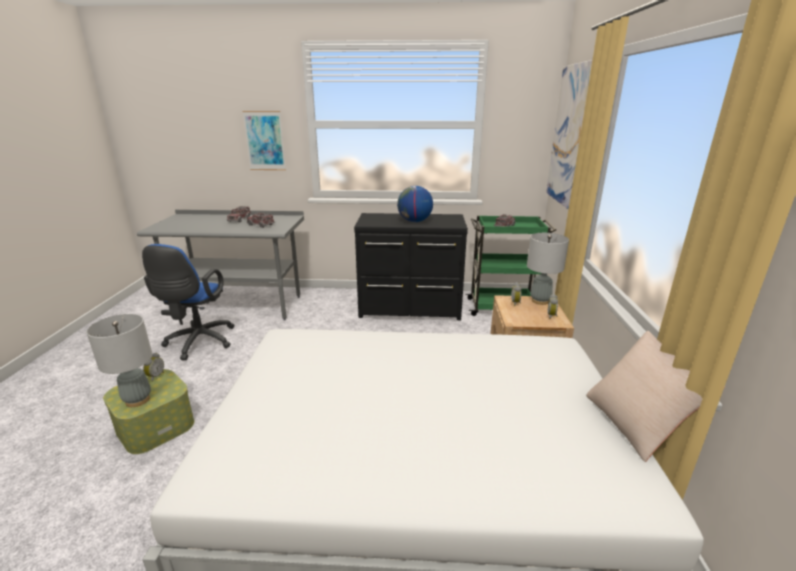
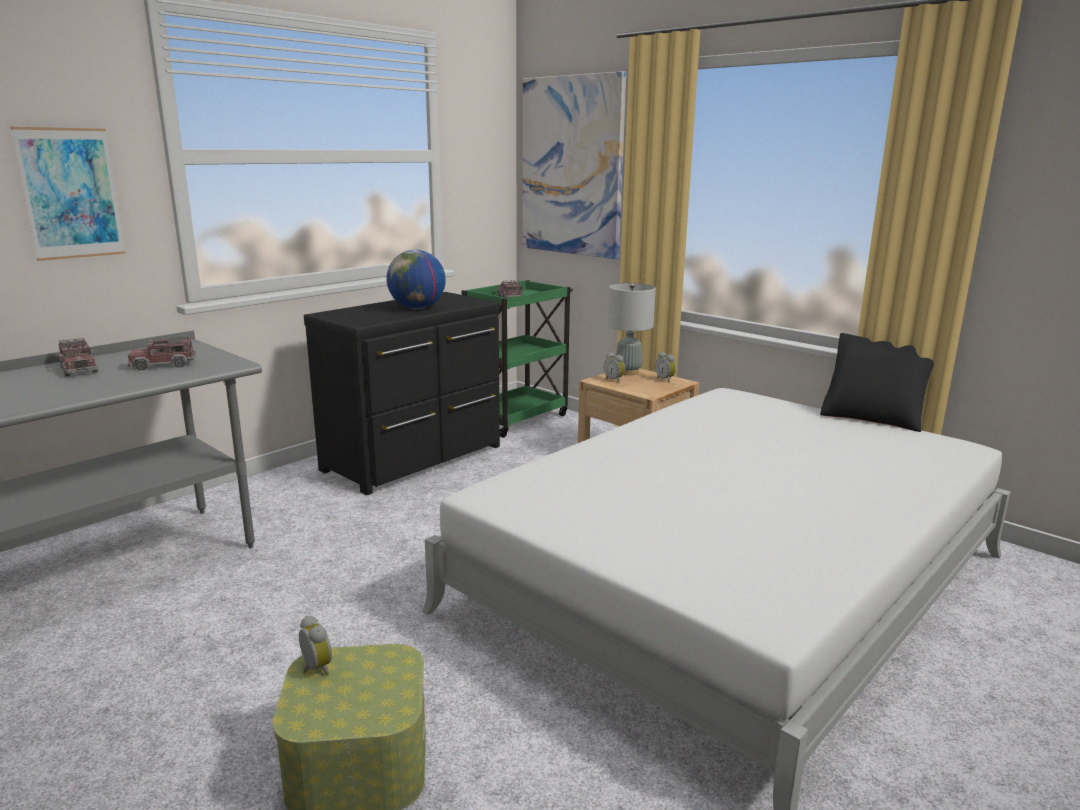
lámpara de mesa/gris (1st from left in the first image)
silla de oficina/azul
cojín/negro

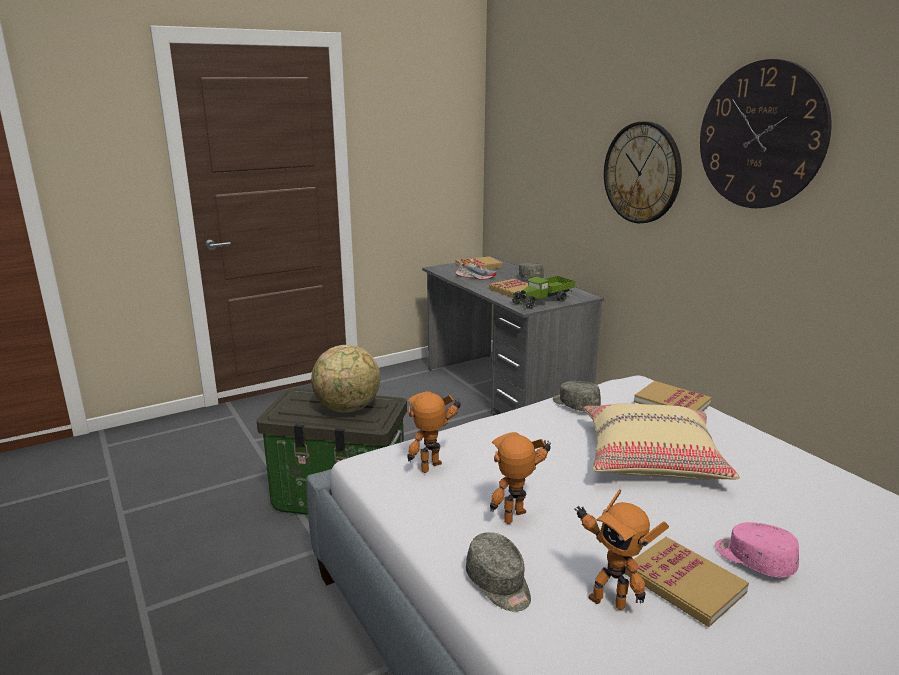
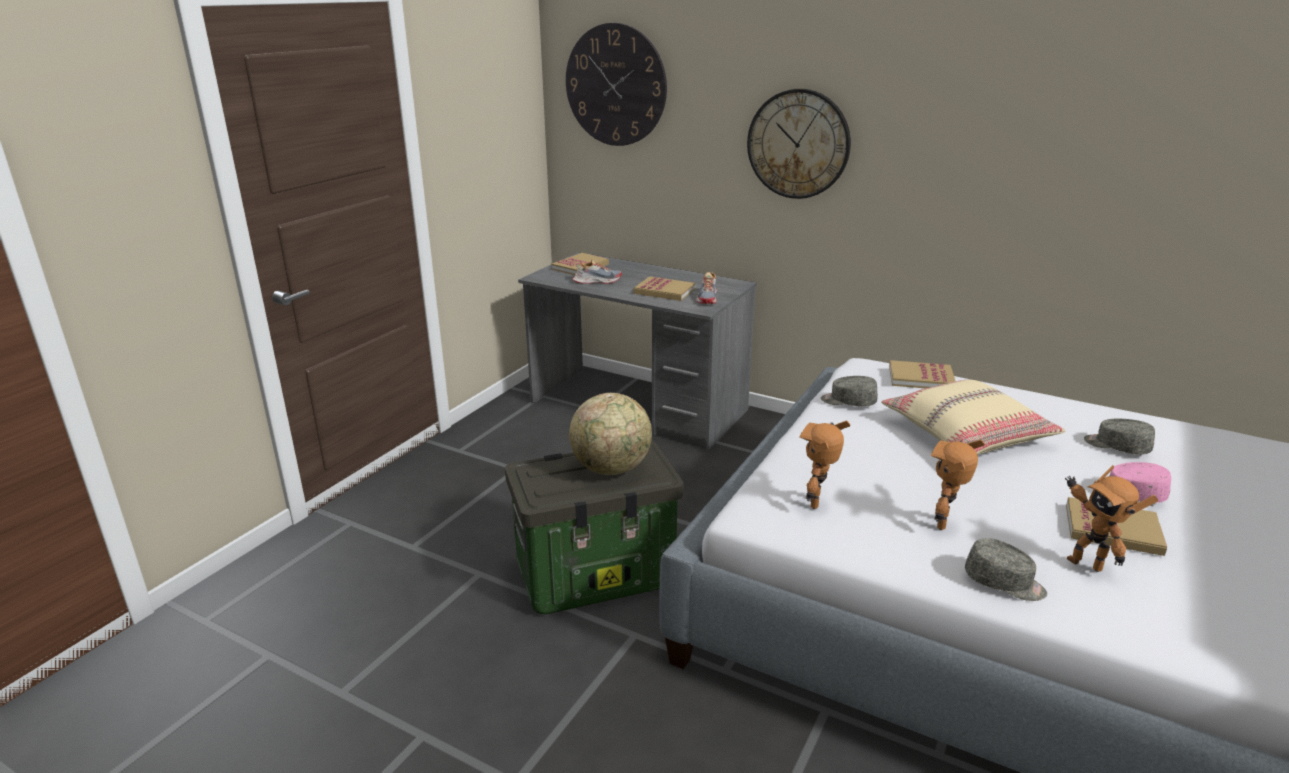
gorra/gris (3rd from left)
reloj de pared (1st from left)
zapato (2nd from left)
robot de juguete (3rd from left)

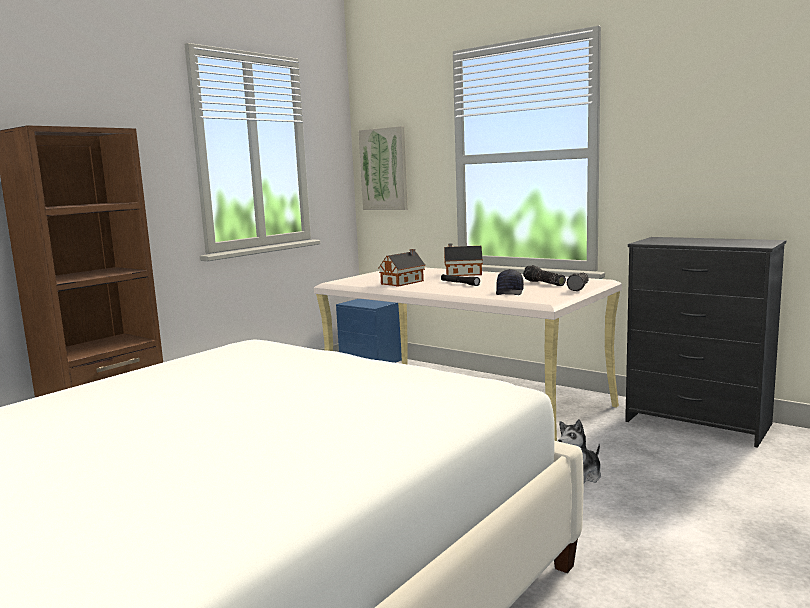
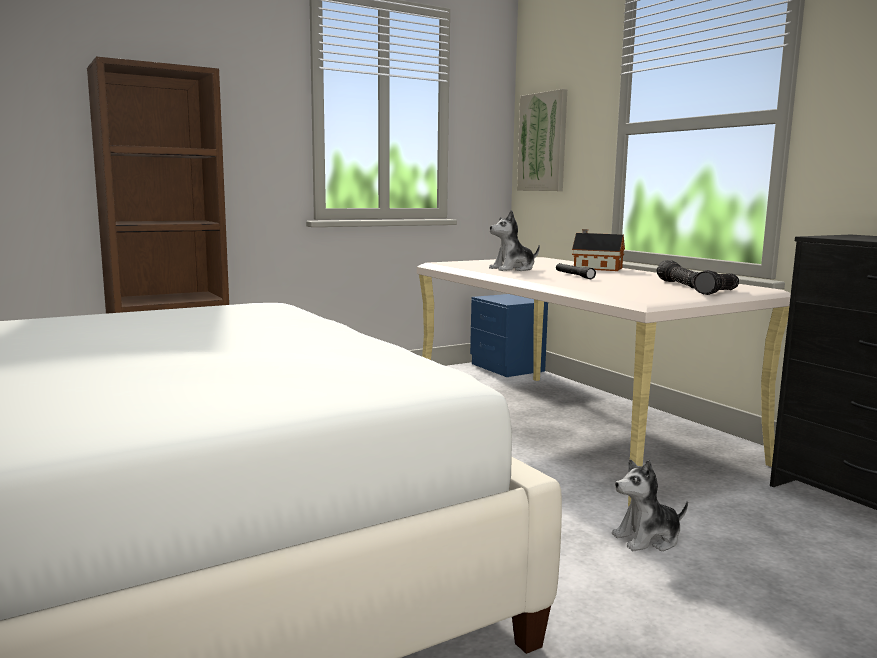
gorra/negro
peluche (1st from left)

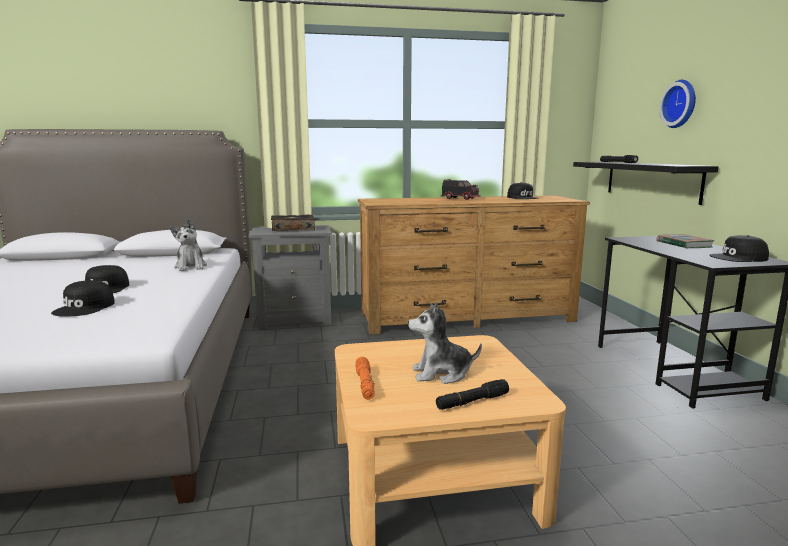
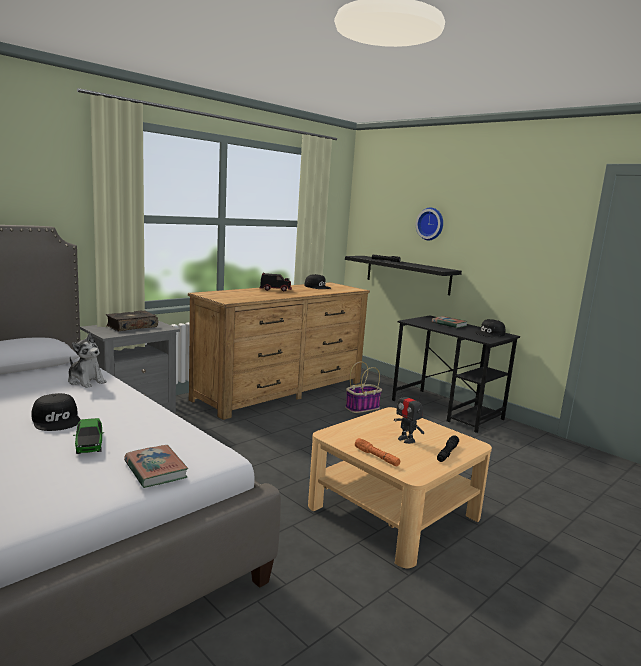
libro (2nd from left)
cesta
coche de juguete
robot de juguete

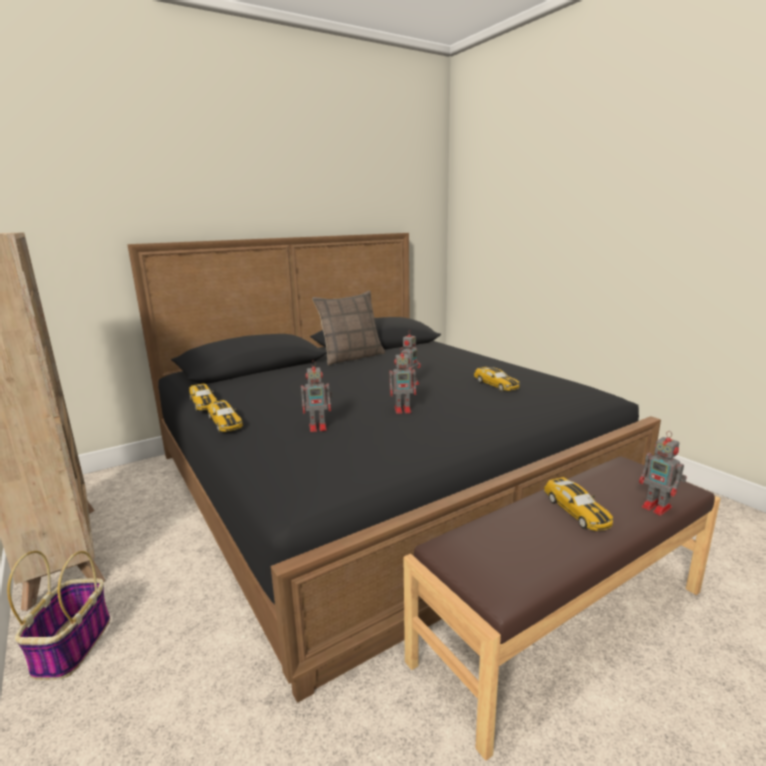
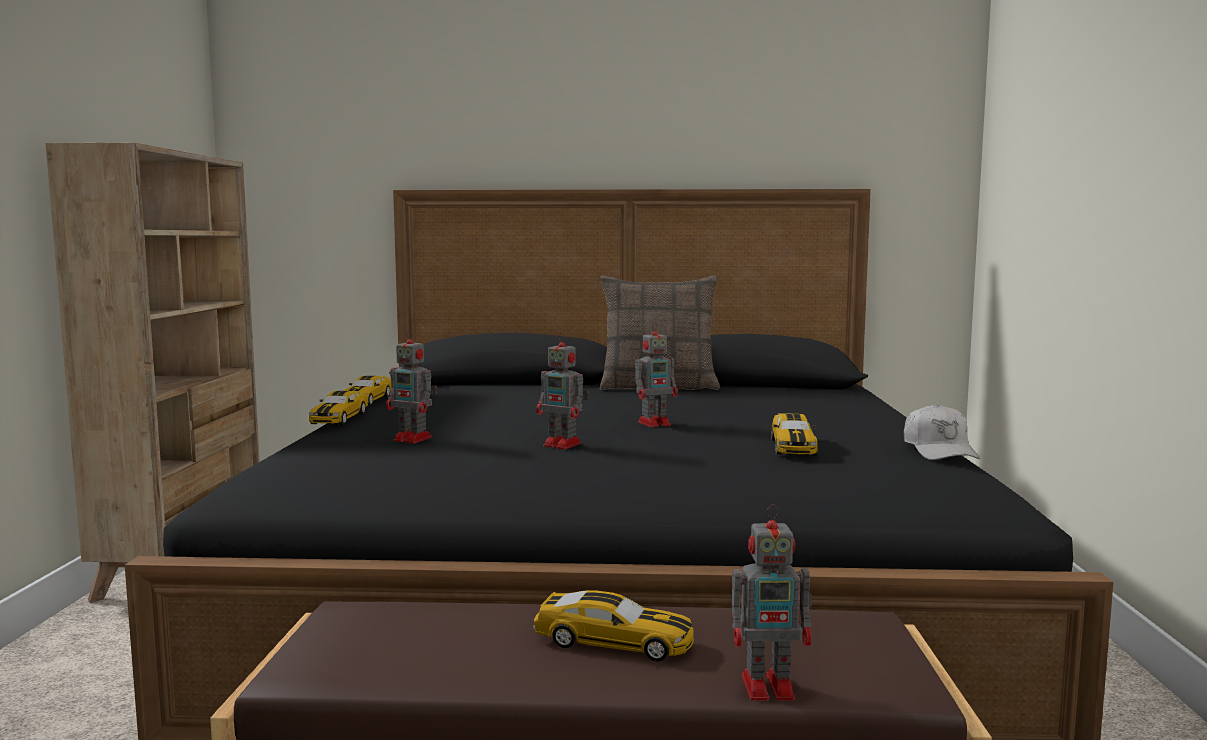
cesta
gorra/blanco
coche de juguete (3rd from left)
robot de juguete (4th from left)

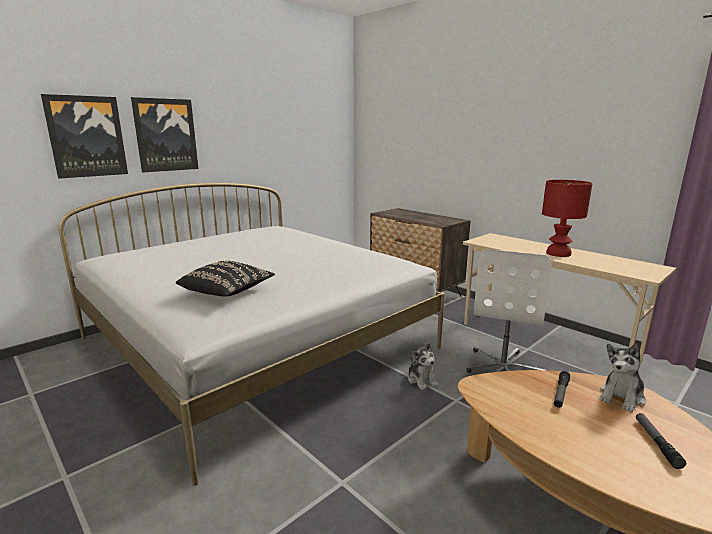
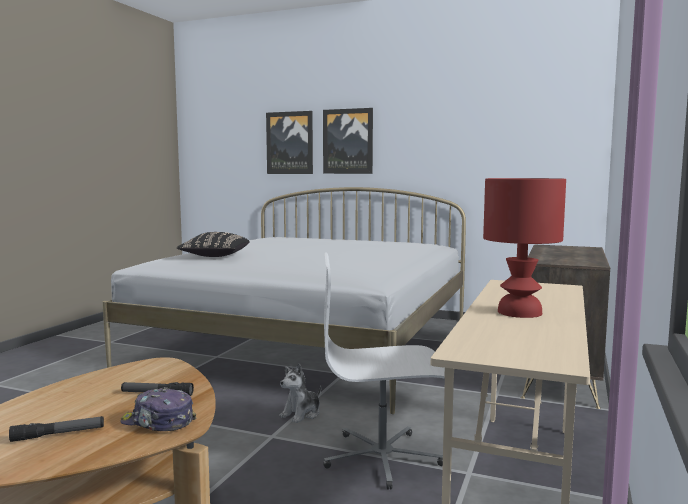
gorra

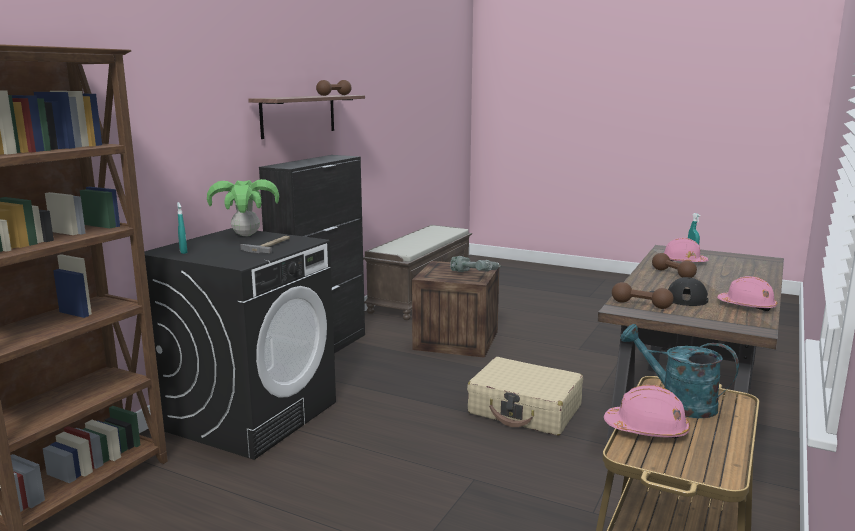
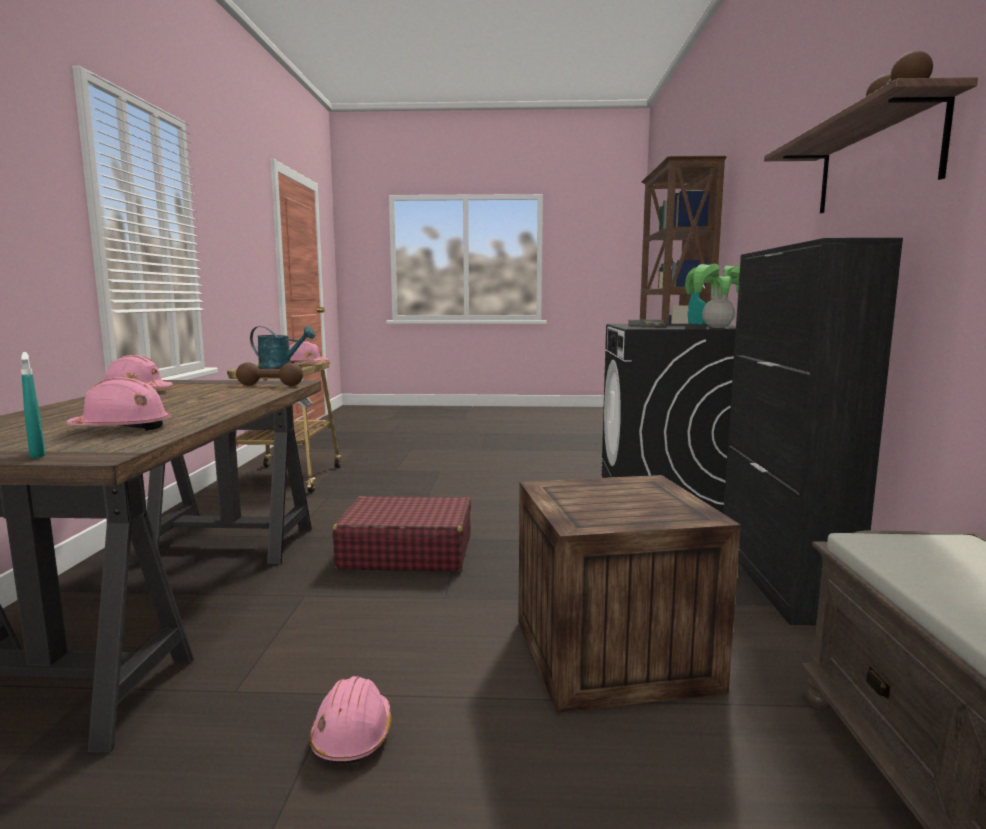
taladro
gorra/negro
mancuerna/marrón (3rd from left in the first image)
casco/rosa (4th from left)
maleta/rojo

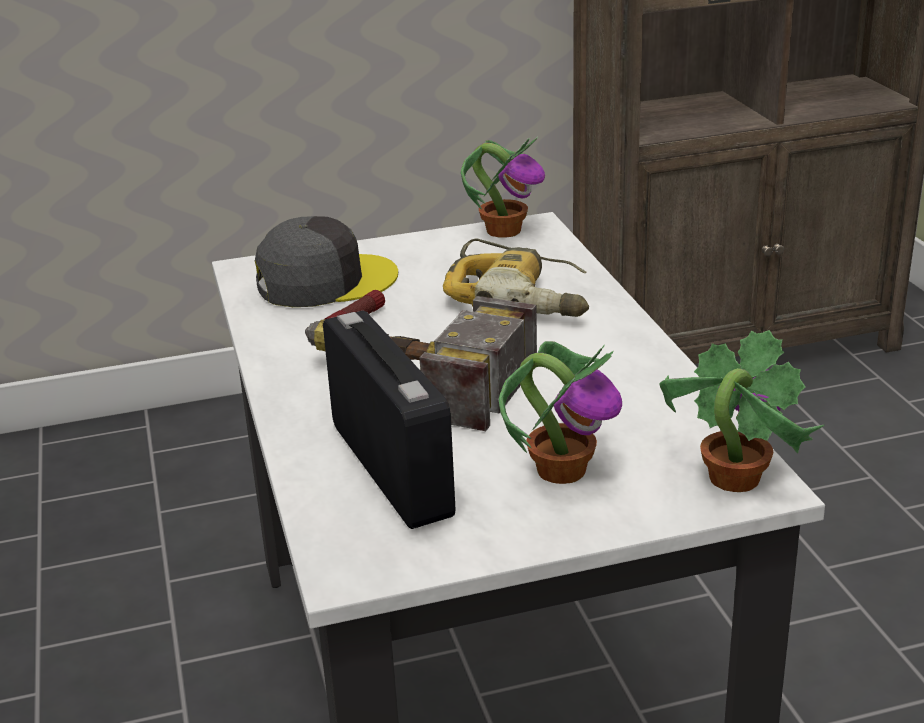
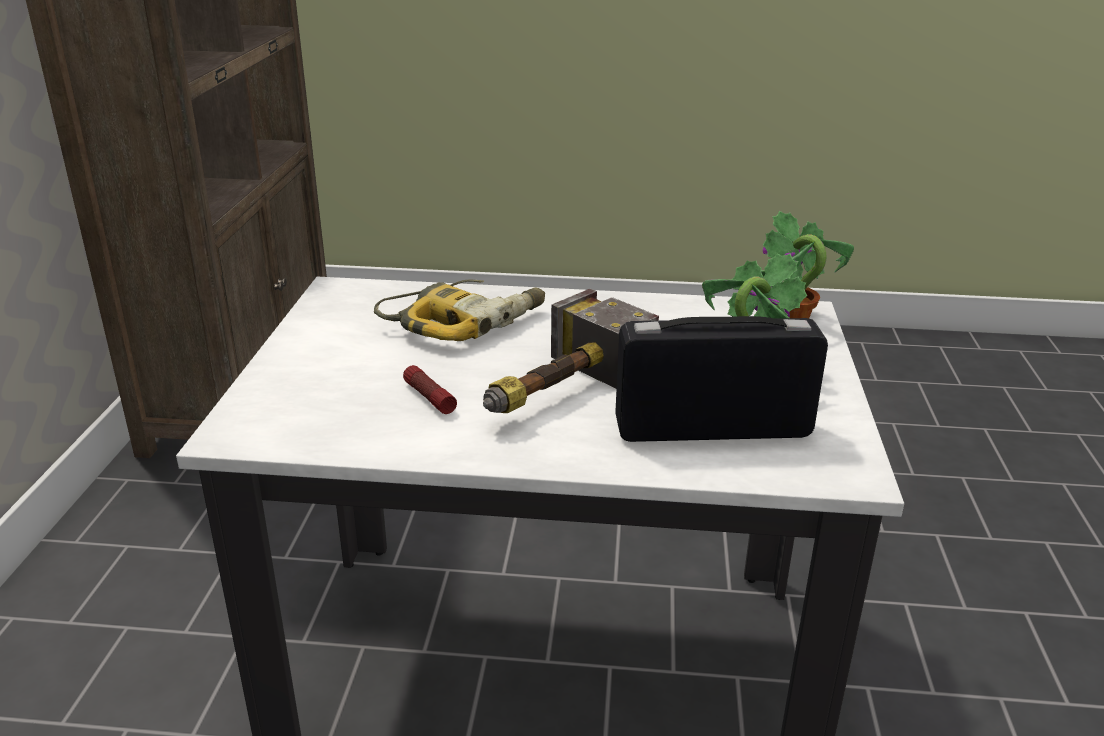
gorra/gris
planta en maceta (1st from left in the first image)

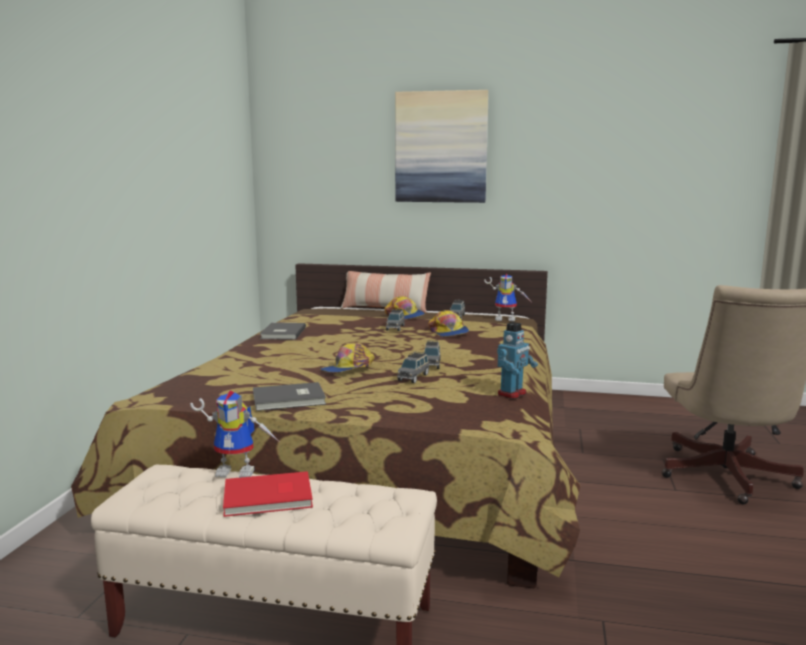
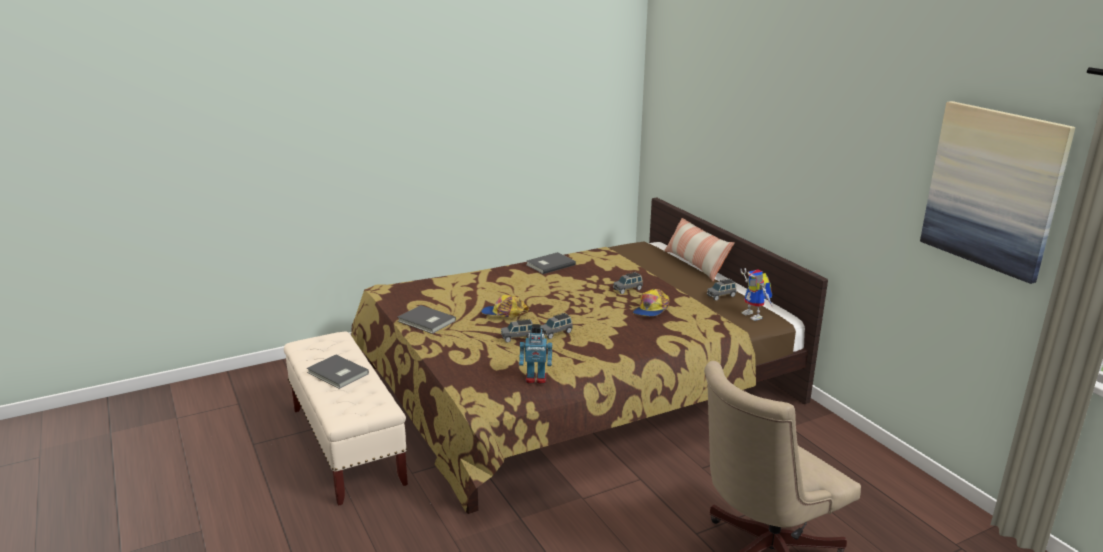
robot de juguete (1st from left in the first image)
gorra (2nd from left in the first image)
cuadro
libro/gris (1st from left)

